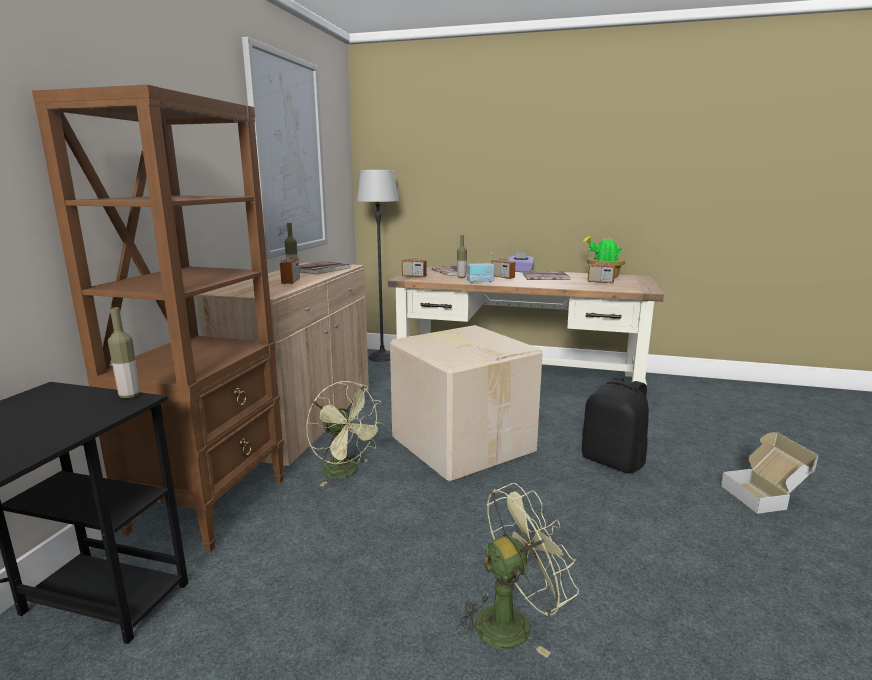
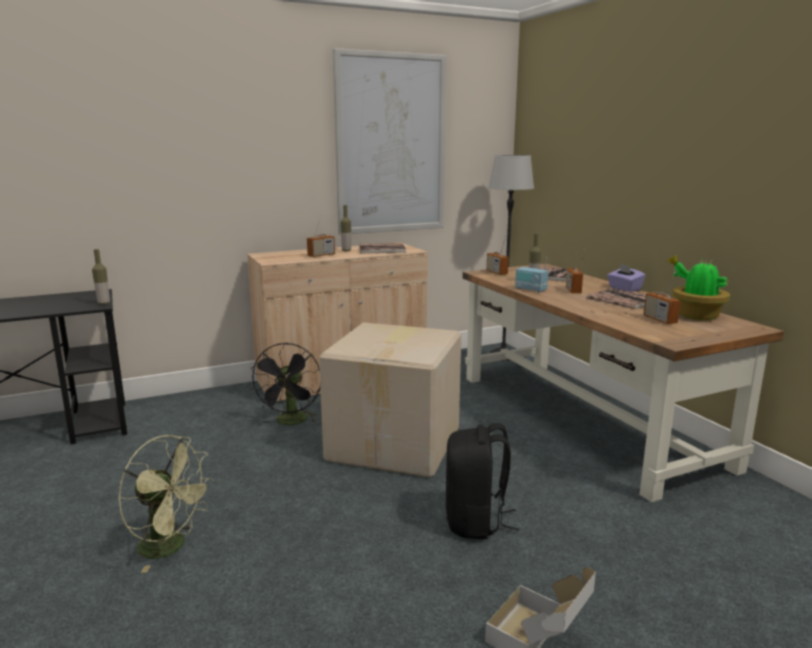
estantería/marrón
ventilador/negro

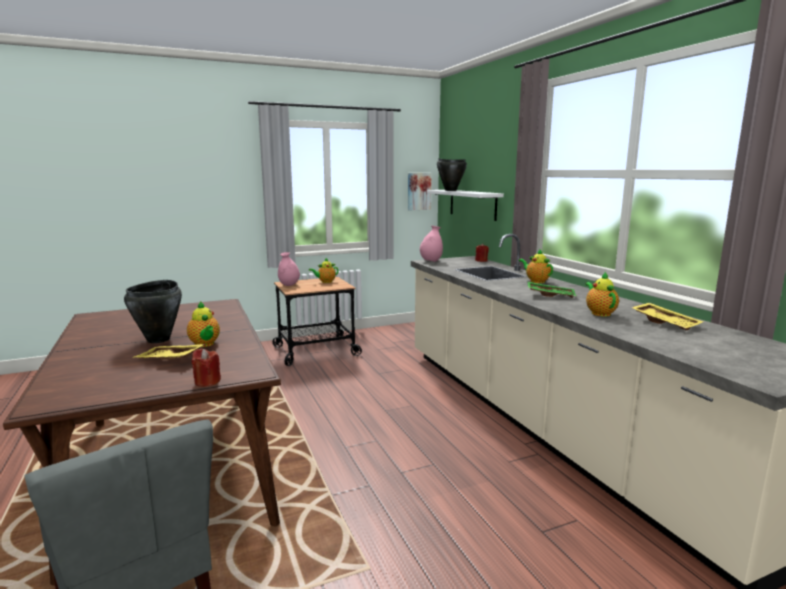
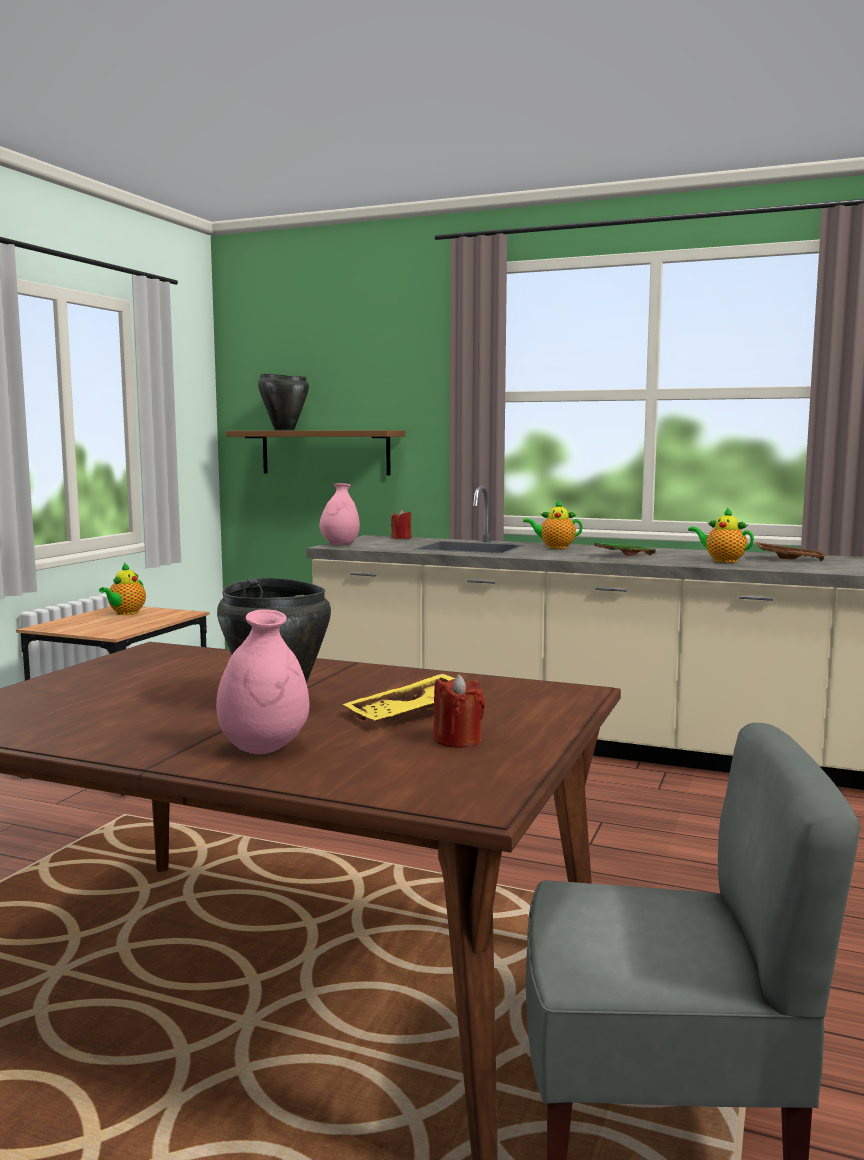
tetera (1st from left in the first image)
cuadro
vela/rojo (2nd from left)
florero/rosa (1st from left)
estante/marrón
bandeja/marrón

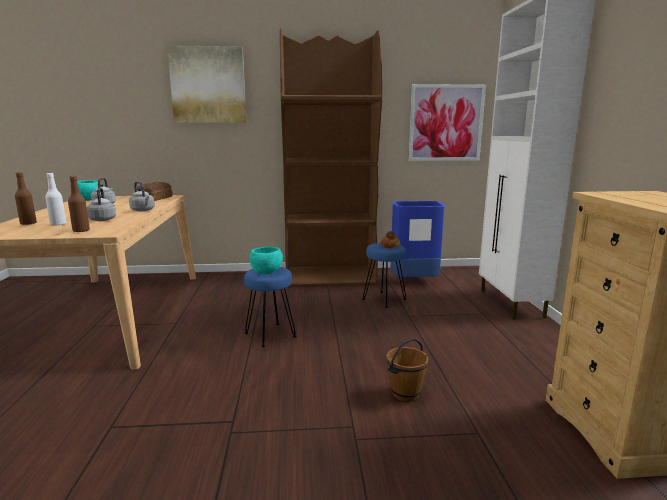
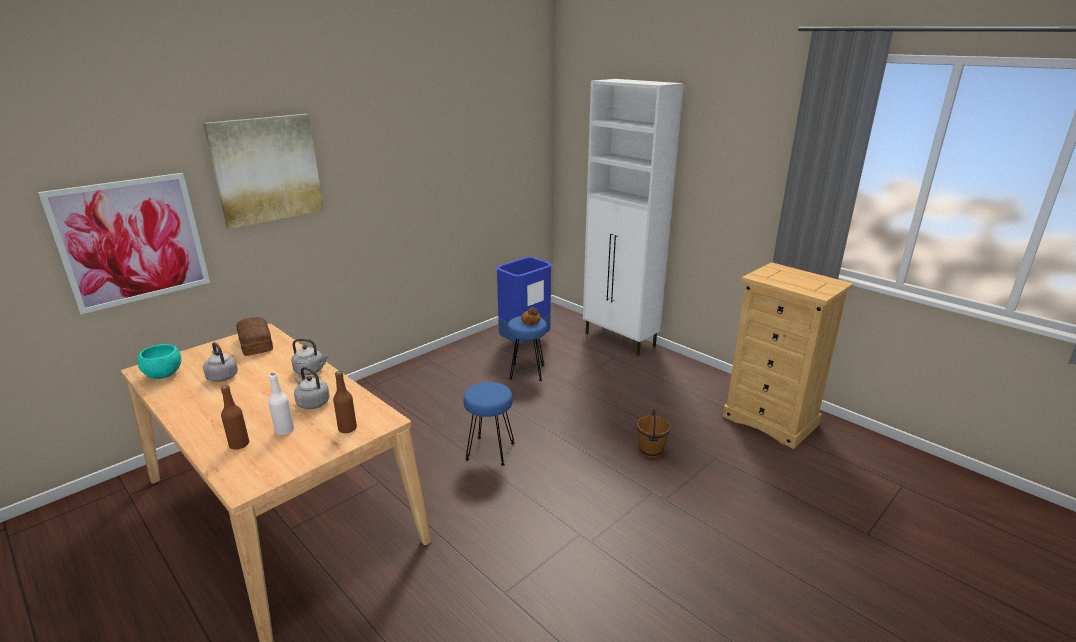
cuenco/turquesa (2nd from left in the first image)
estantería/marrón
cuadro (1st from left)

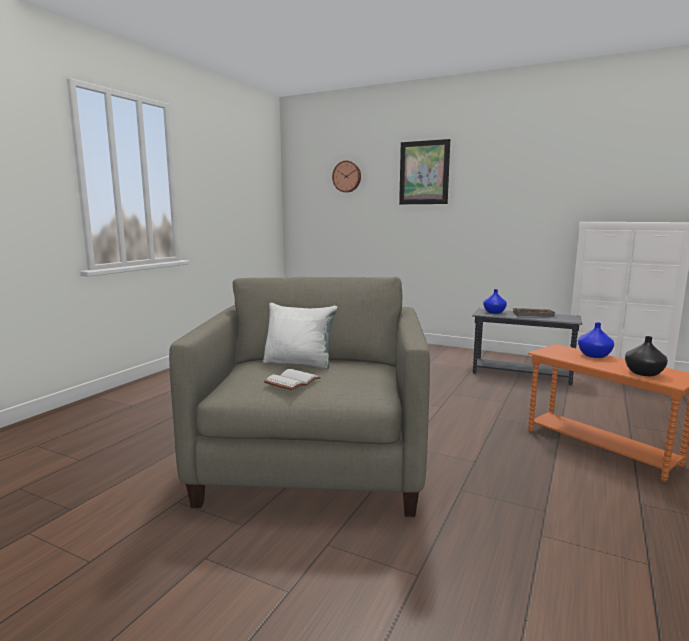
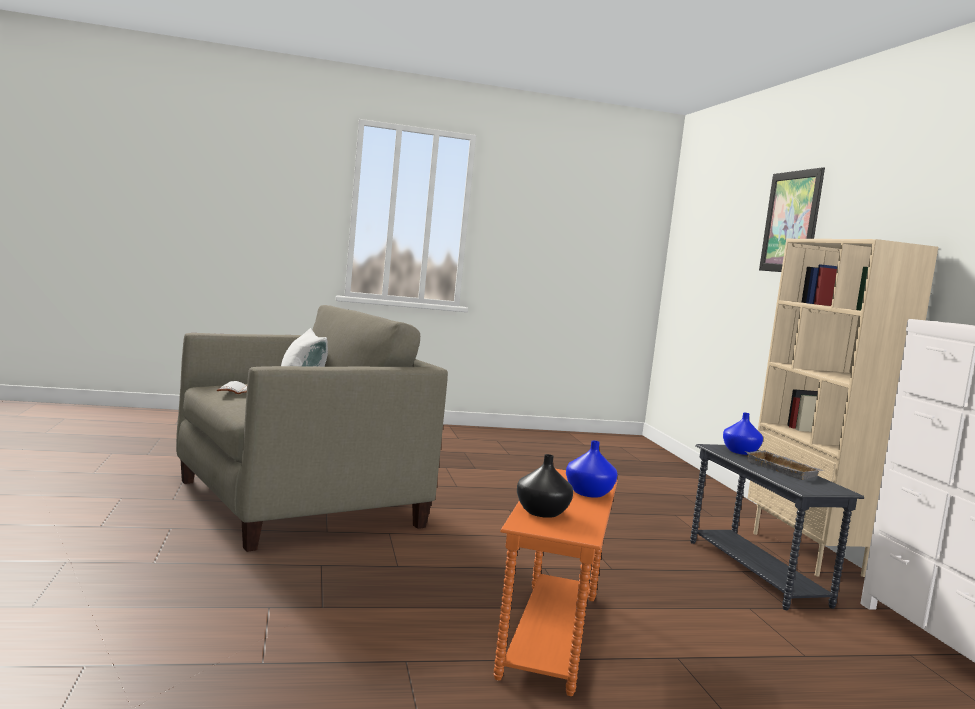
reloj de pared
estantería/beis

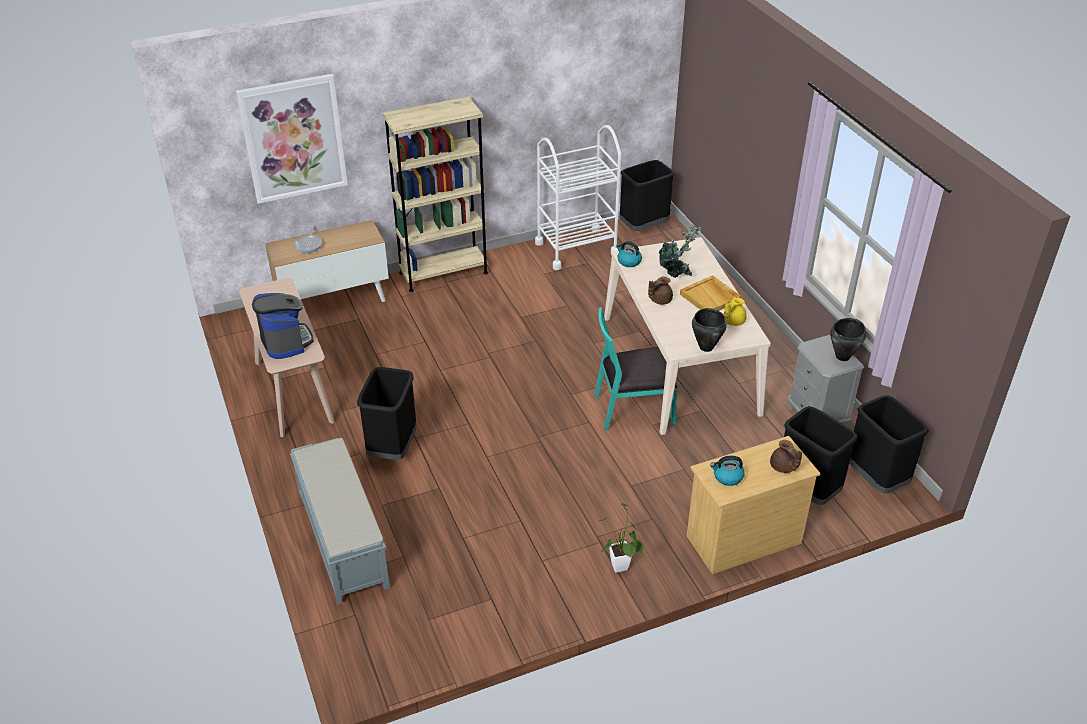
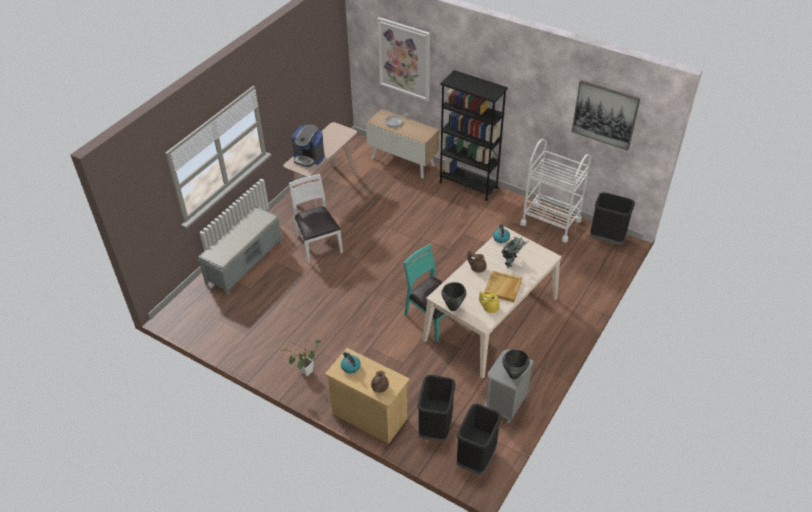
cuadro (2nd from left)
silla/blanco
estantería/negro
cafetera

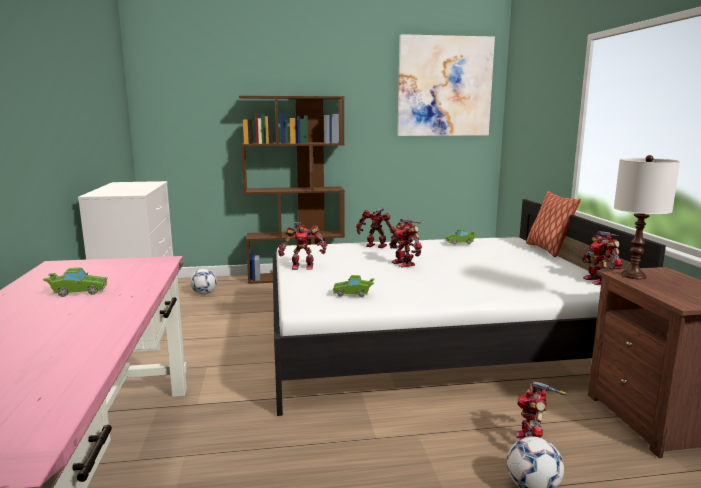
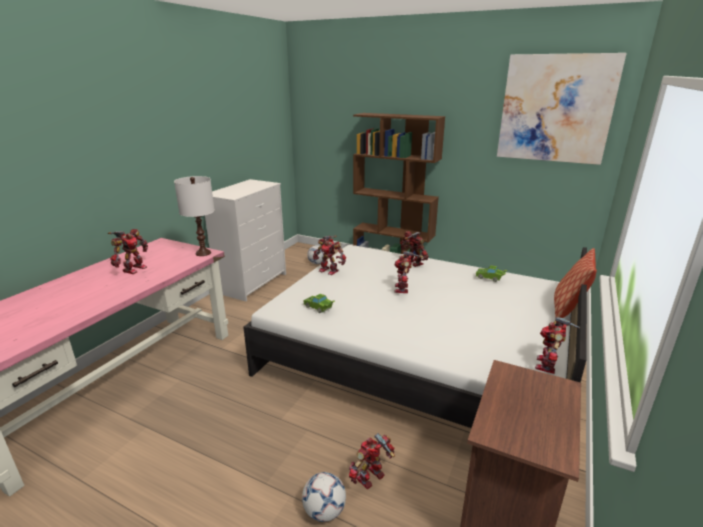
lámpara de mesa/blanco
robot de juguete (1st from left)

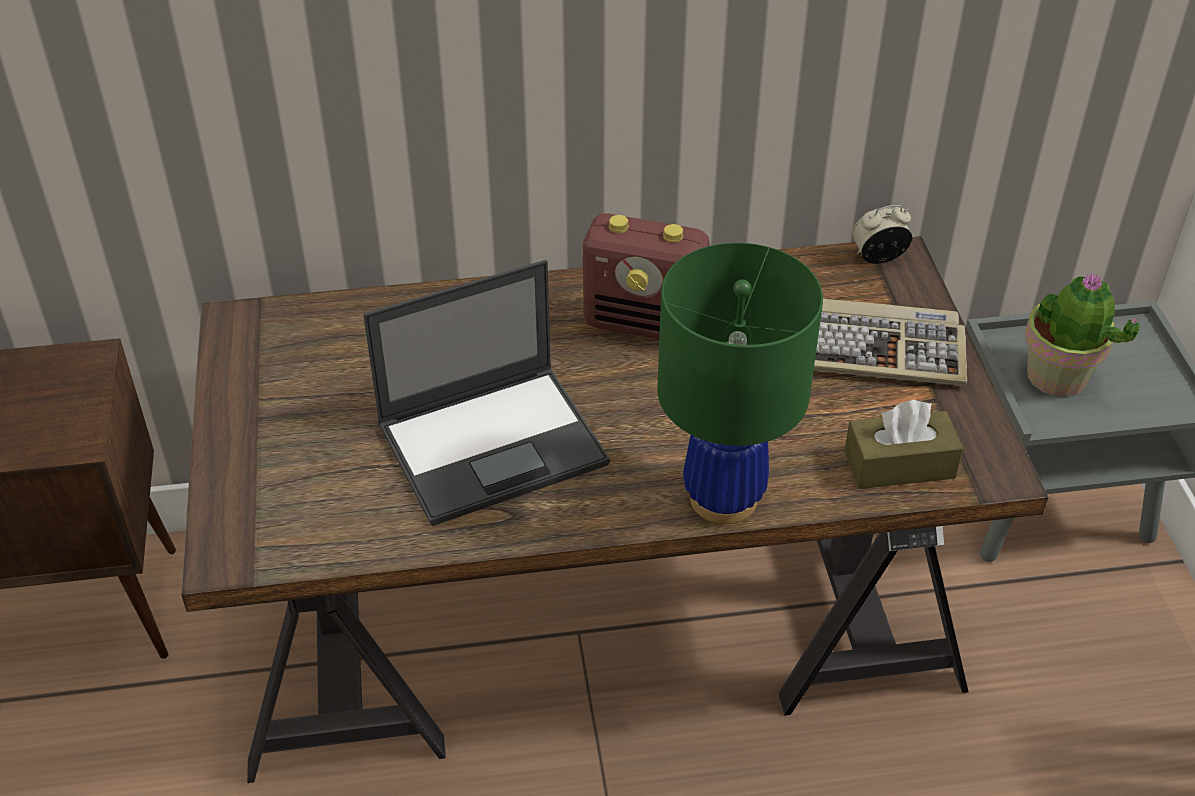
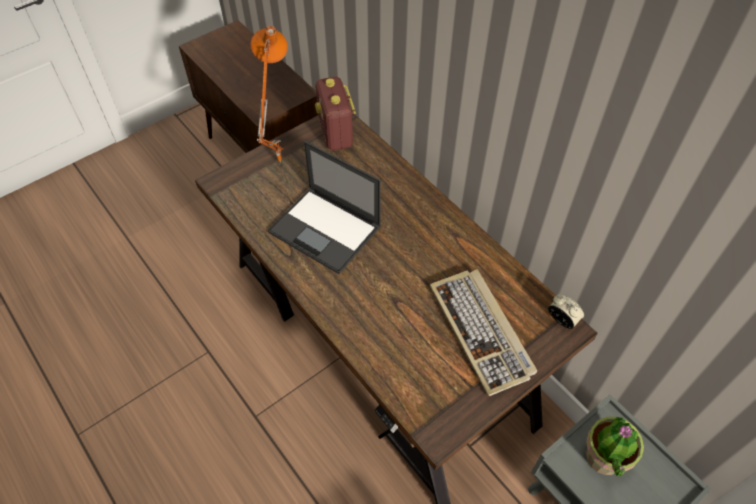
lámpara de mesa/verde
caja de pañuelos/marrón
lámpara de mesa/naranja
radio

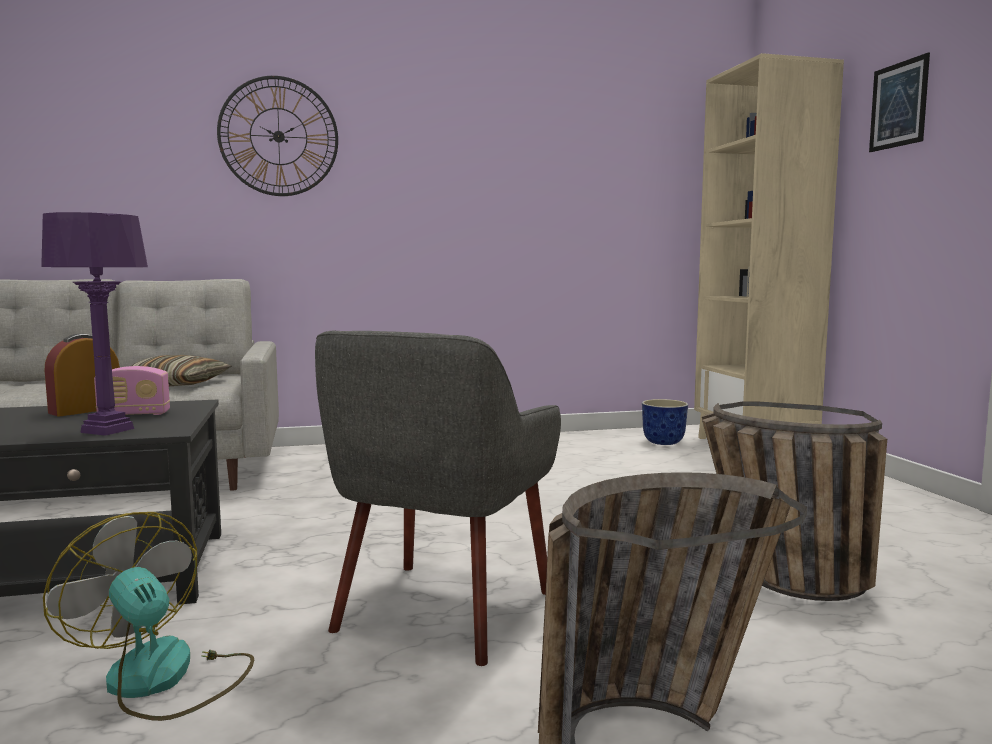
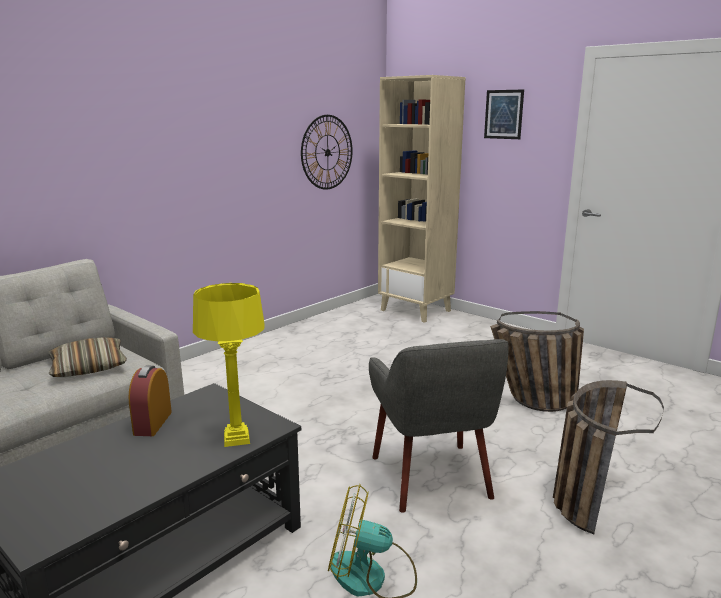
radio
maceta
reloj de pared
lámpara de mesa/amarillo

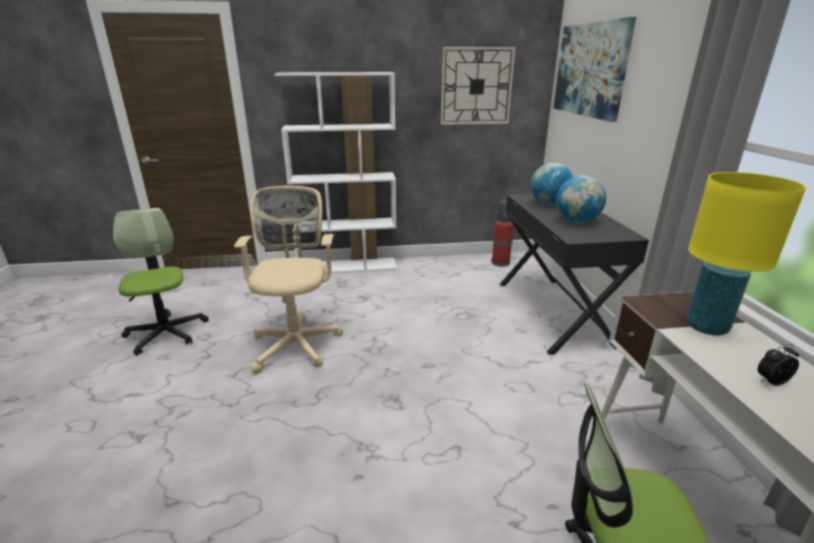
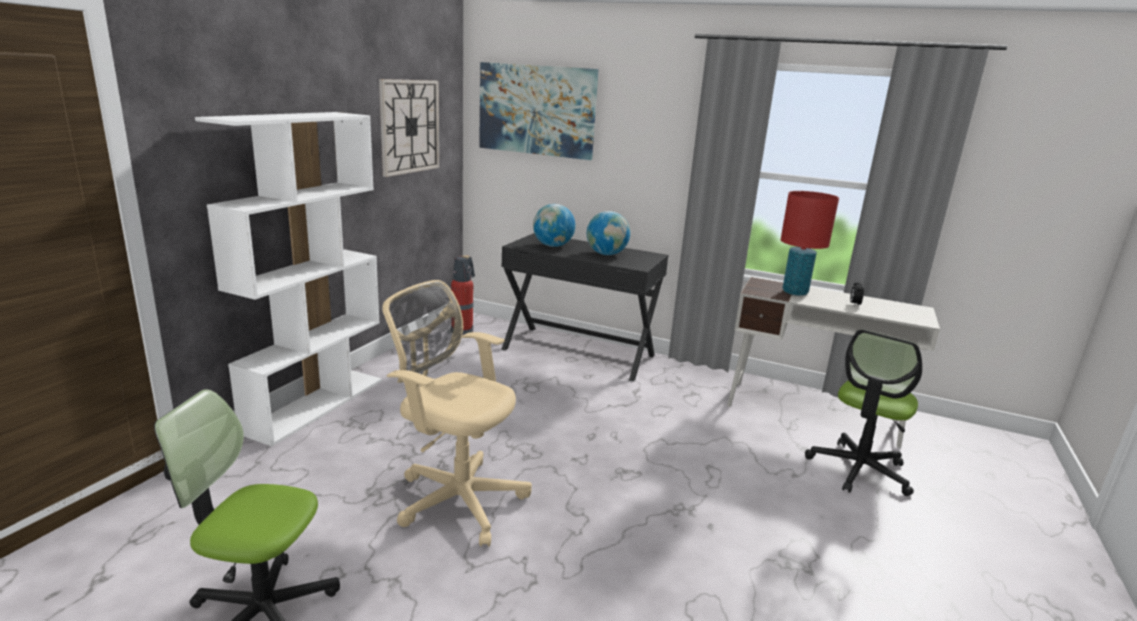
lámpara de mesa/rojo

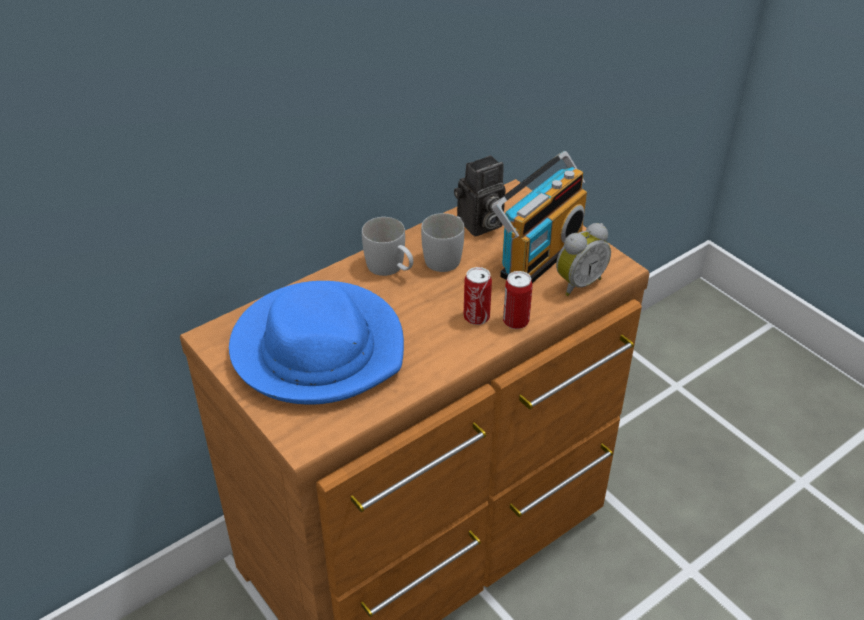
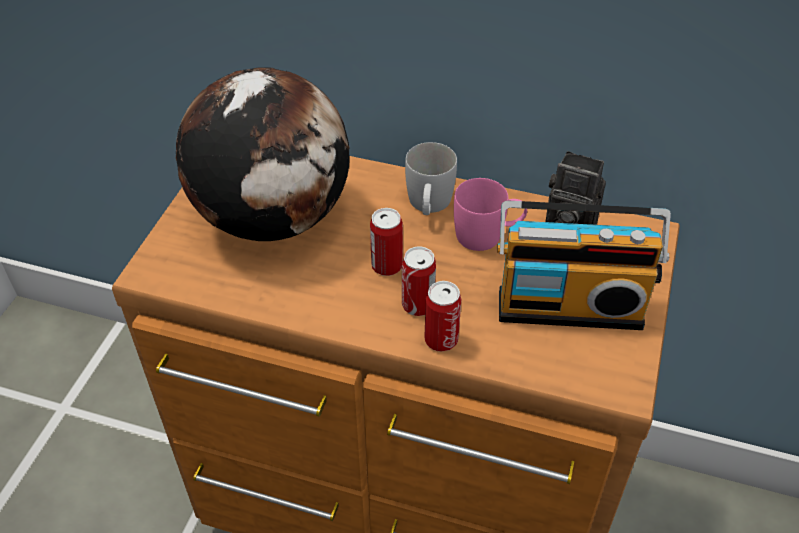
despertador
lata (1st from left)
globo terráqueo
taza grande/rosa

